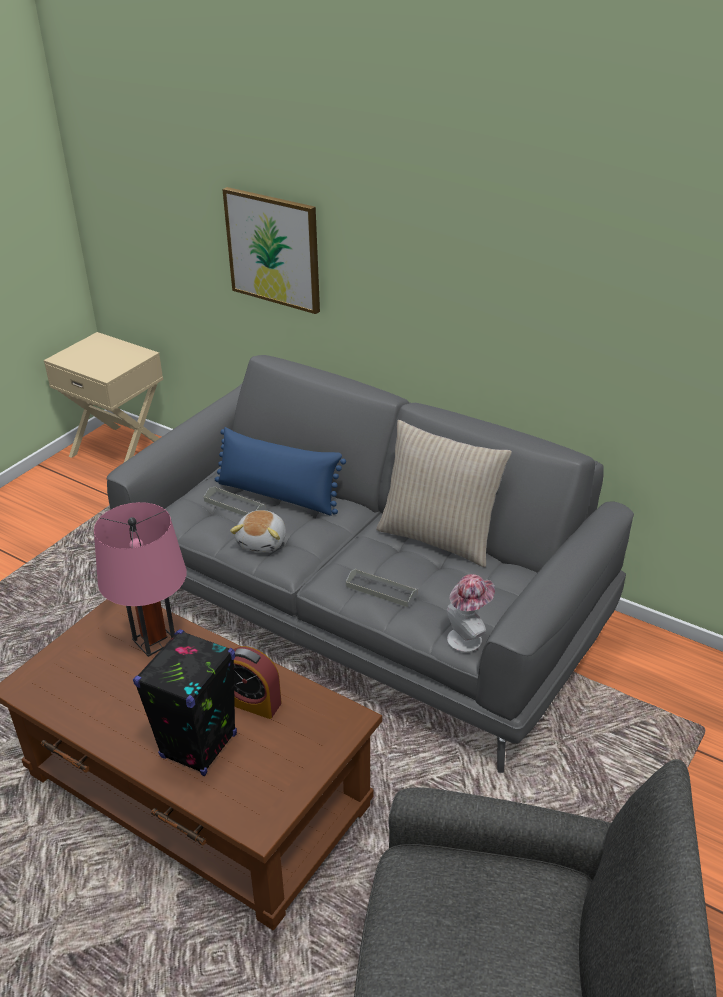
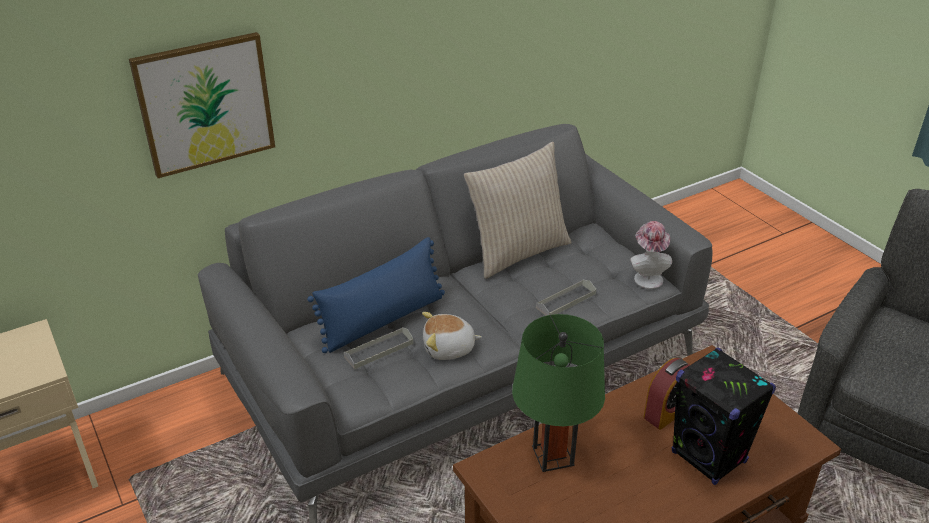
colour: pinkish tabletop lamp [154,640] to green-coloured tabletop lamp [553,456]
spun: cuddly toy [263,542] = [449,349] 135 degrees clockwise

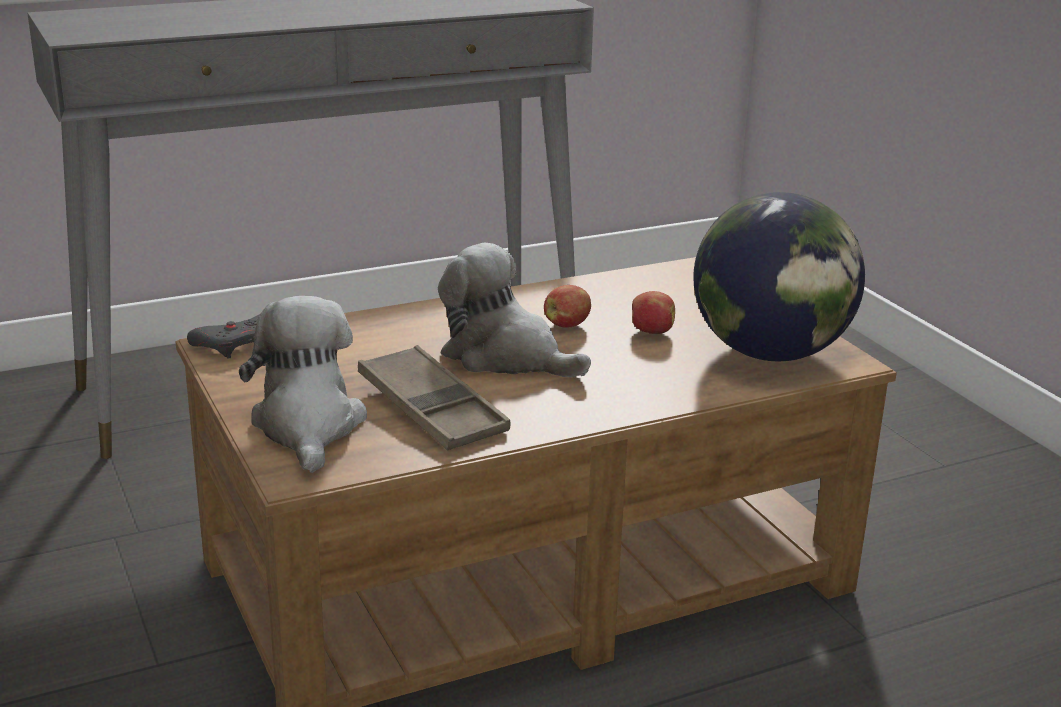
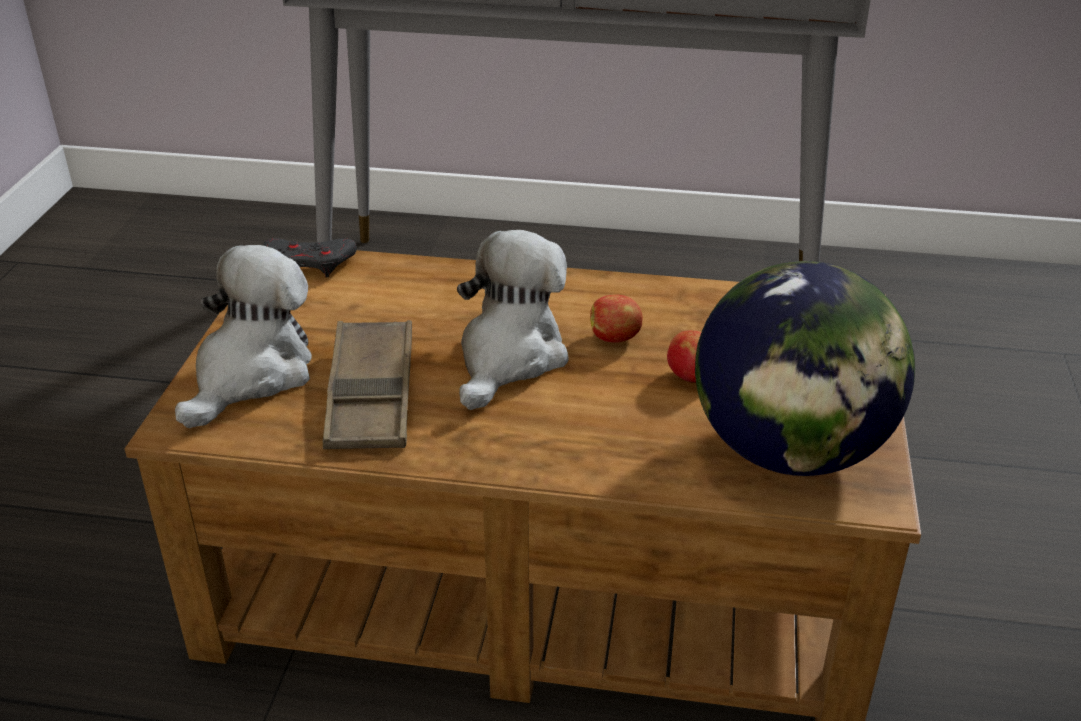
spun: cuddly toy [505,357] = [509,357] 45 degrees clockwise

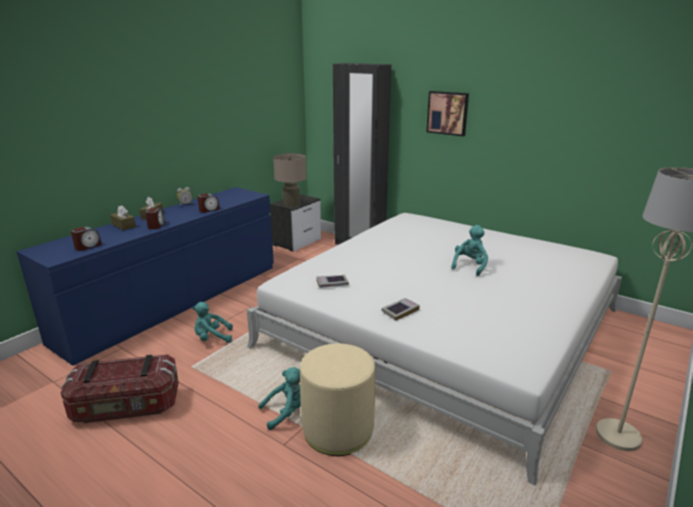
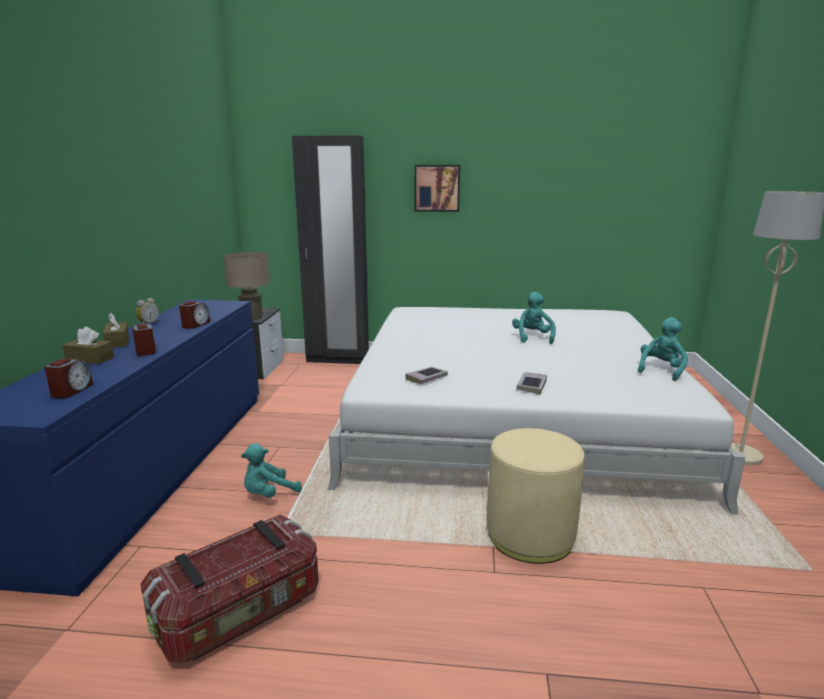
relocated: turquoise-coloured cuddly toy [286,412] to [661,370]

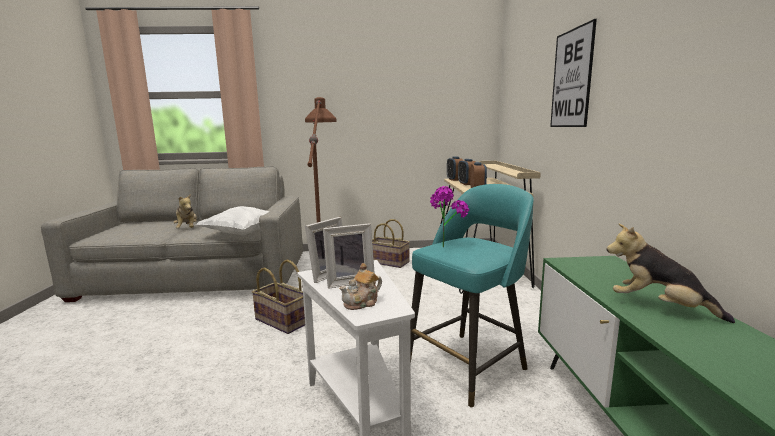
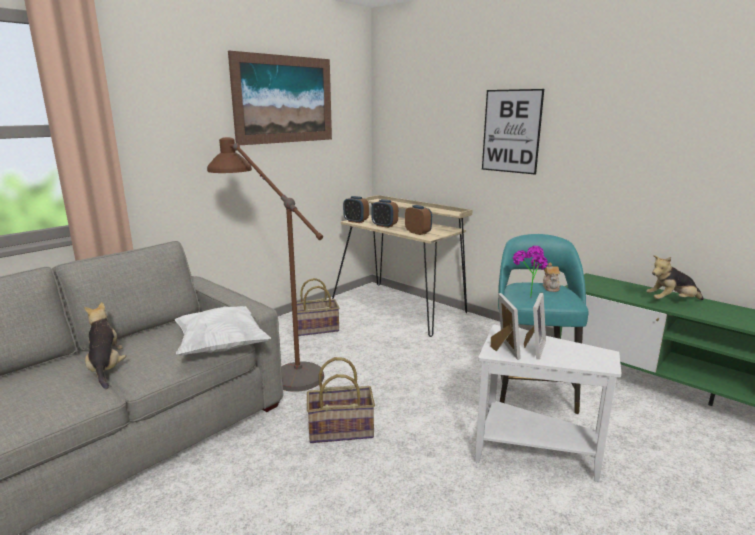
appeared: picture [284,99]
relocated: tea pot [362,303] to [551,287]
spun: cuddly toy [187,229] = [106,368] 135 degrees counterclockwise

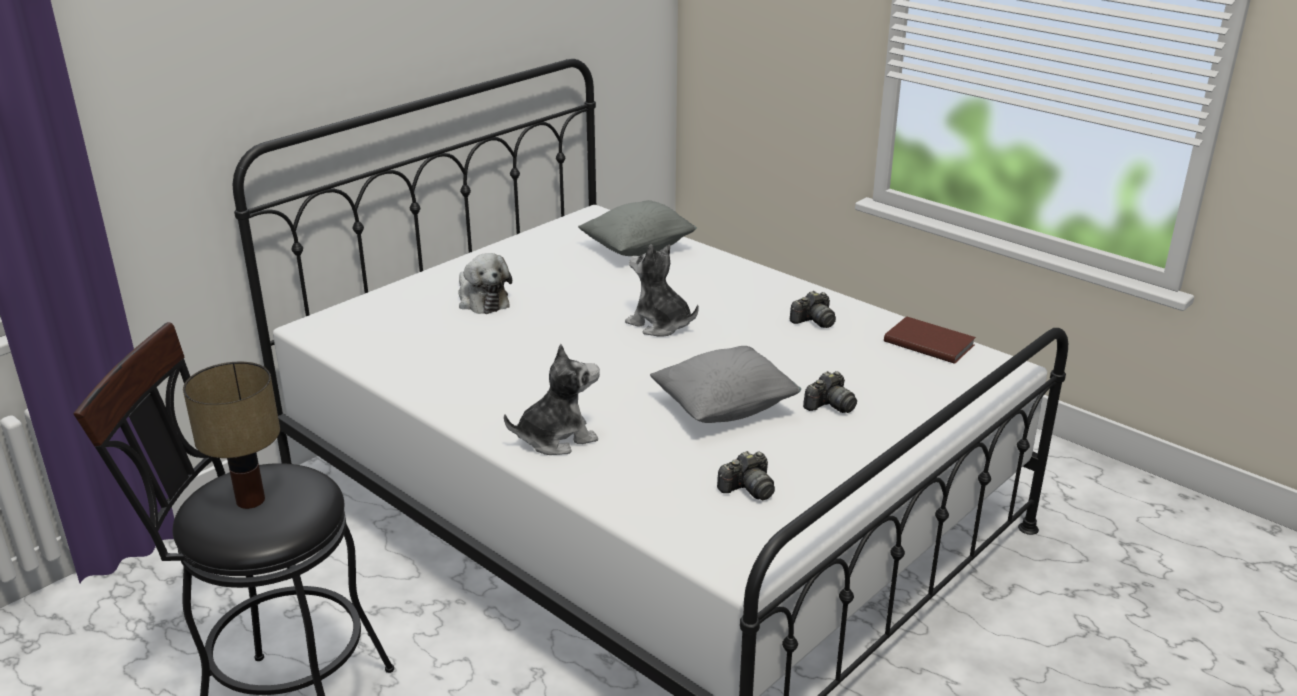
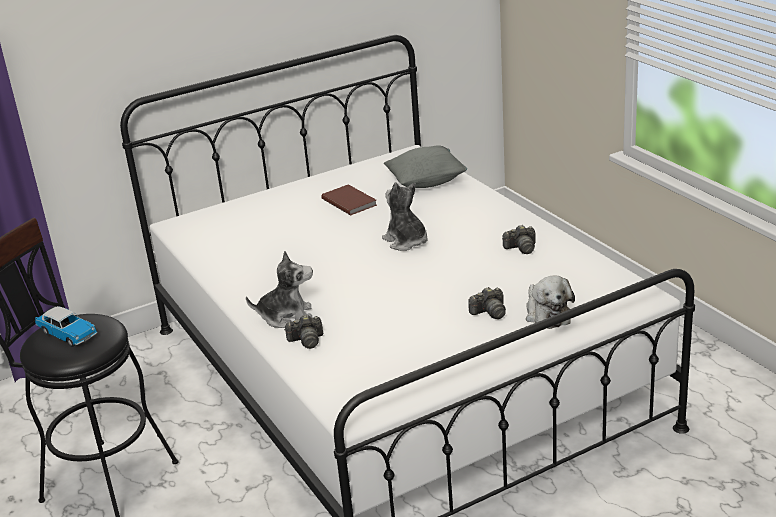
missing: greyish cushion [725,408]
relocated: cuddly toy [482,300] to [546,314]; still camera [748,489] to [306,341]; brown volume [928,342] to [350,201]
exchanged: tabletop lamp [250,499] to toy car [68,334]

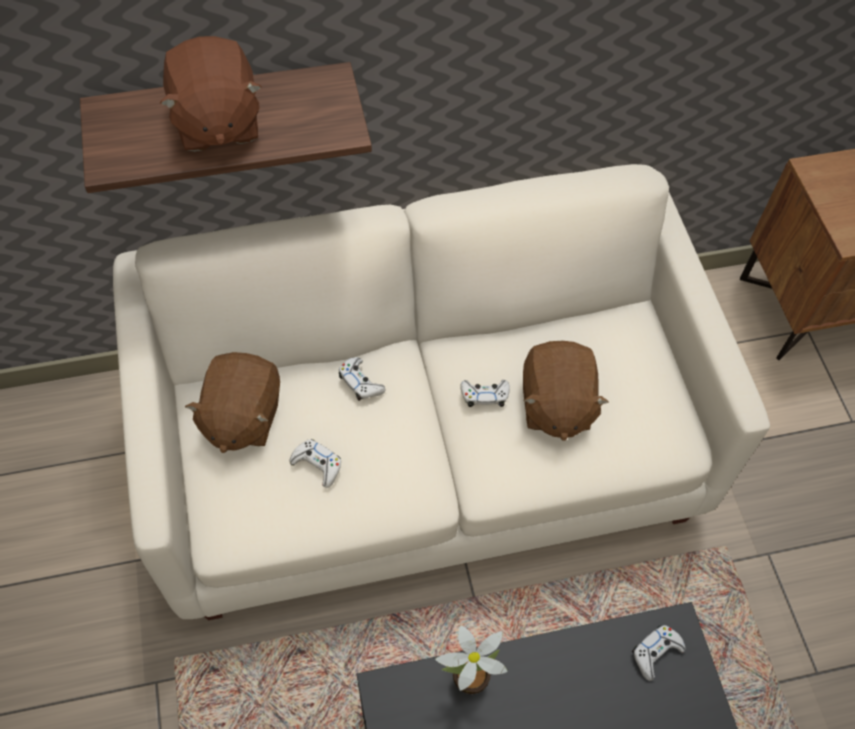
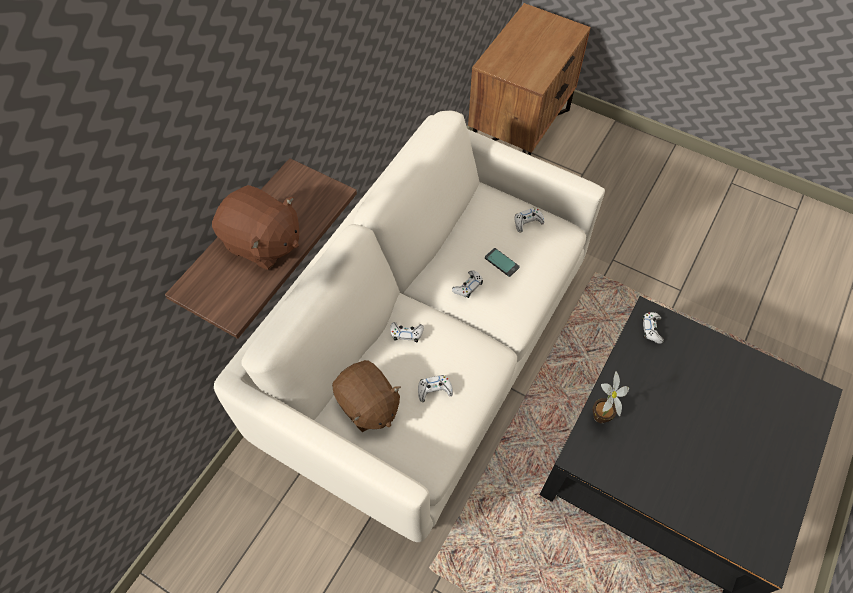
appeared: white joypad [527,222]
exchanged: brown cuddly toy [555,405] to phone [502,262]

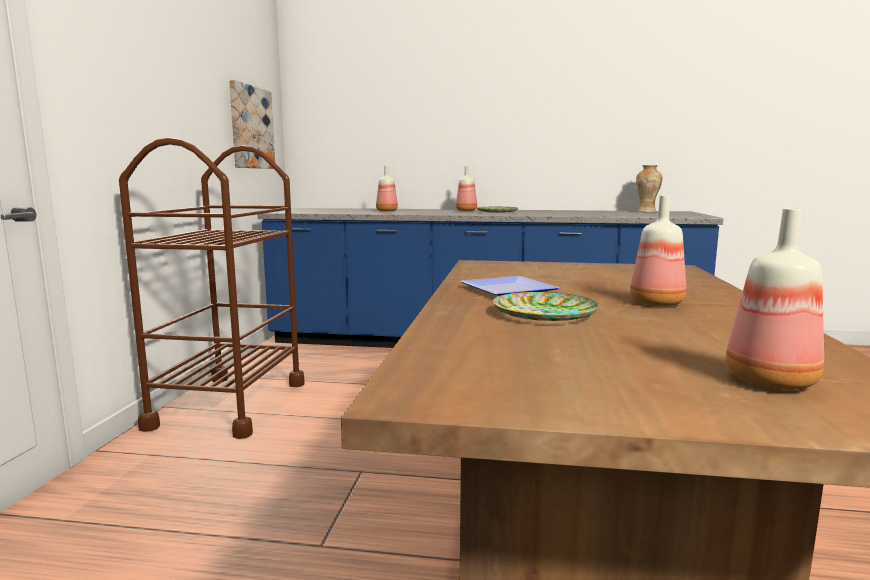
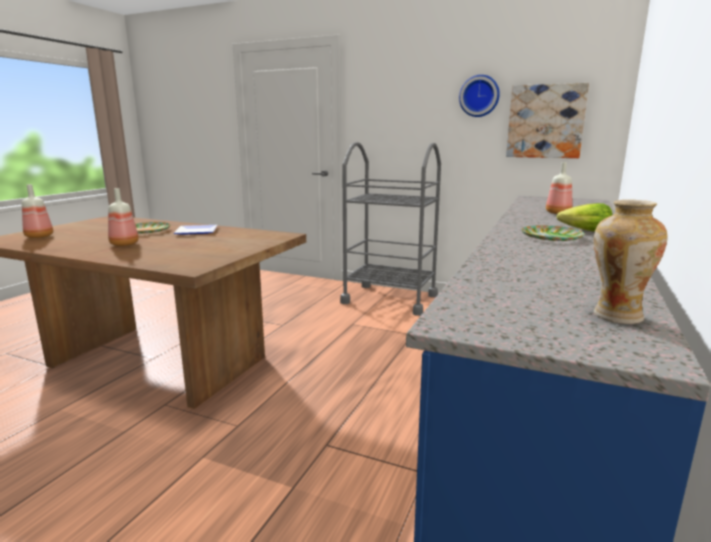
appeared: hanging clock [479,96]
exchanged: bottle [467,210] to head of lettuce [585,231]
colour: brown wheeled cart [229,404] to greyish wheeled cart [390,299]

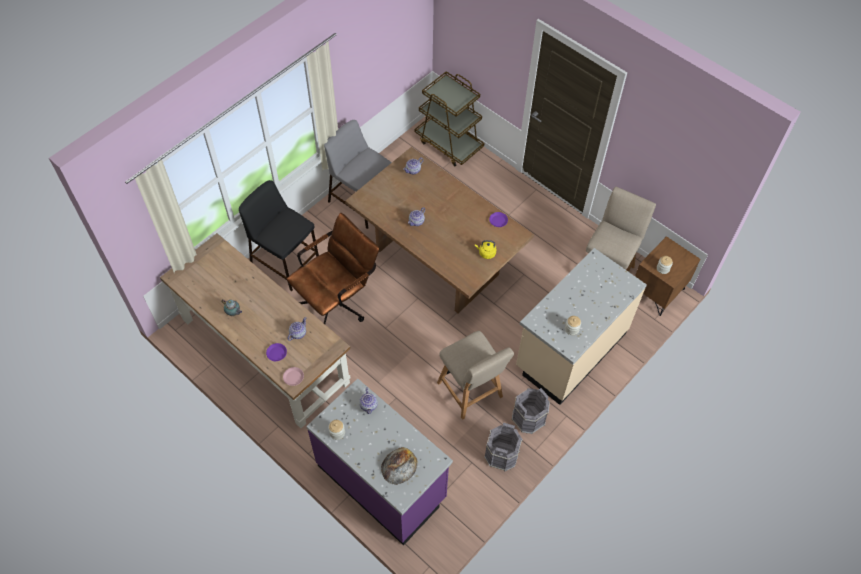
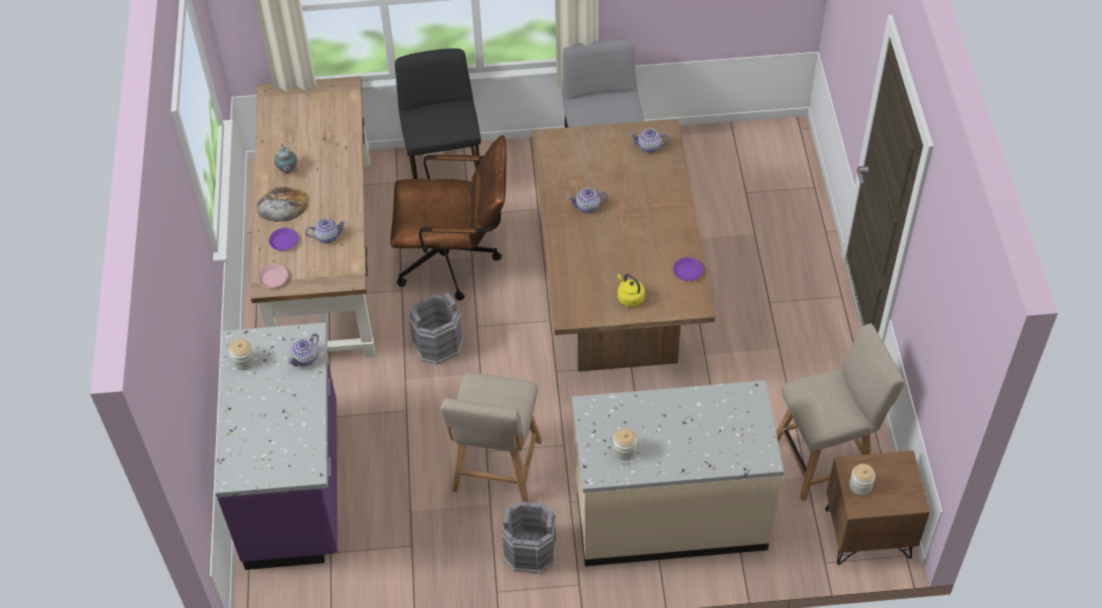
missing: brown wheeled cart [449,144]
relocated: baked bread [399,465] to [282,205]; greyish pail [501,454] to [437,344]

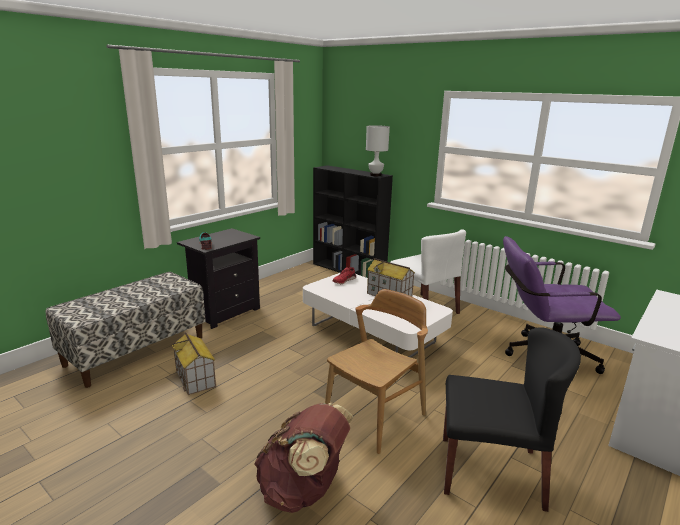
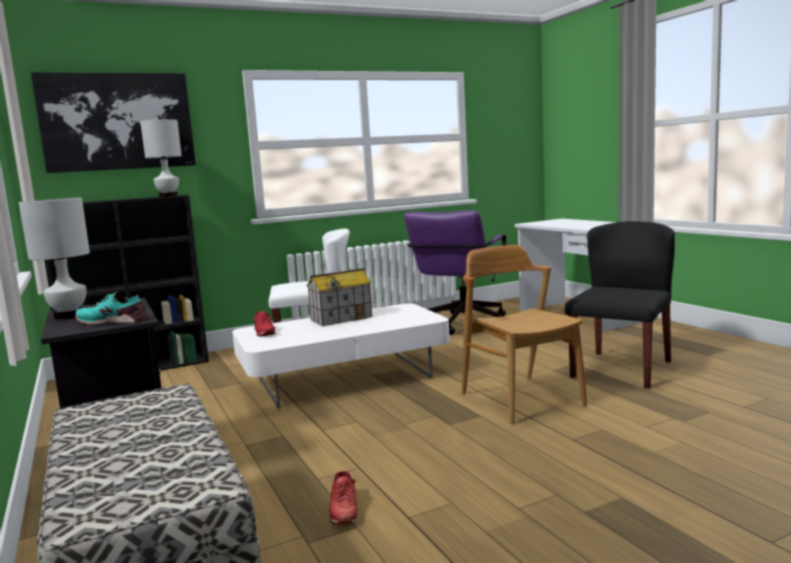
missing: brown rucksack [303,490]
appeared: white tabletop lamp [69,315]; picture [117,121]
exchanged: miniature house [196,379] to reddish item of footwear [343,509]

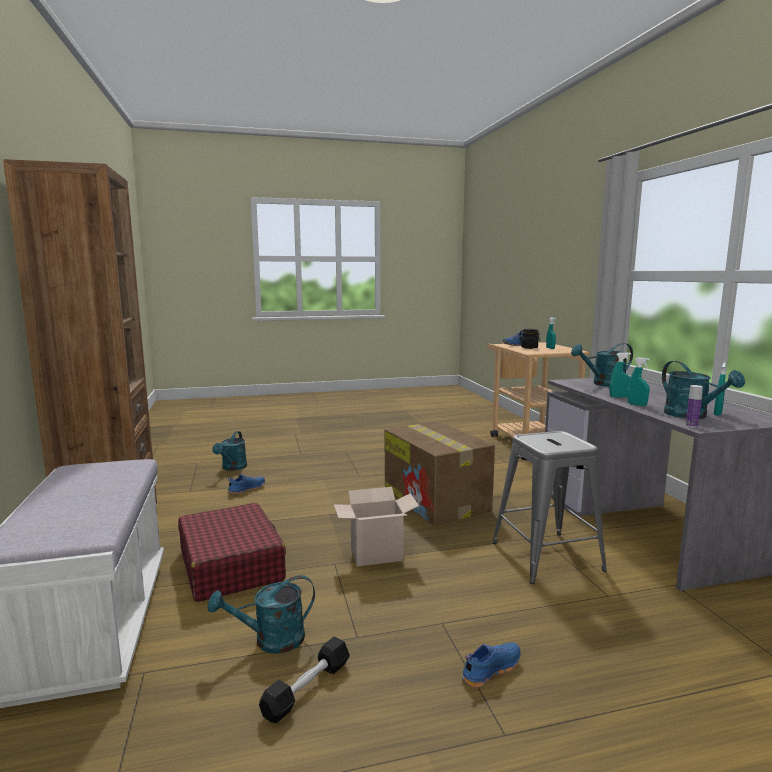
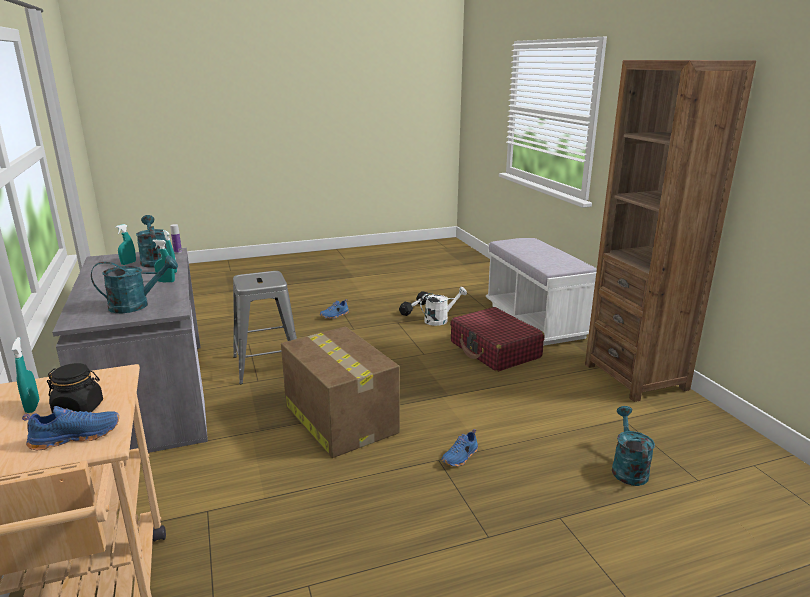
missing: packing box [375,556]
relocated: bluish item of footwear [246,489] to [460,457]
colour: turquoise-coloured watering pot [270,640] to white watering pot [440,320]

